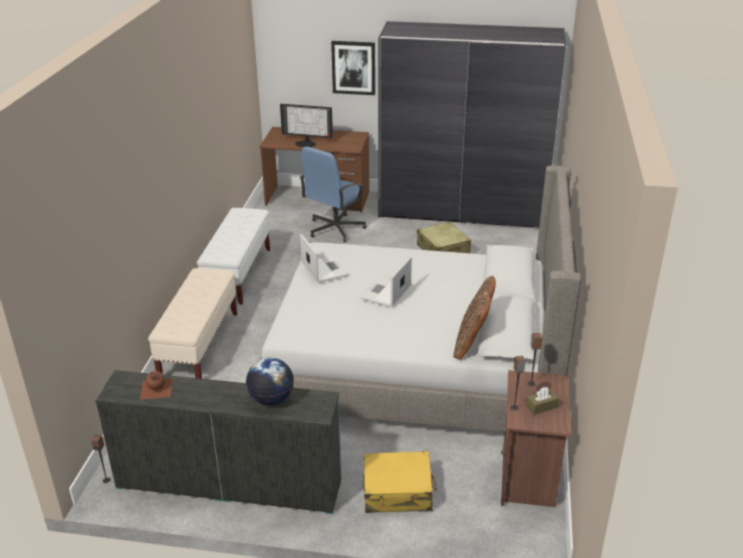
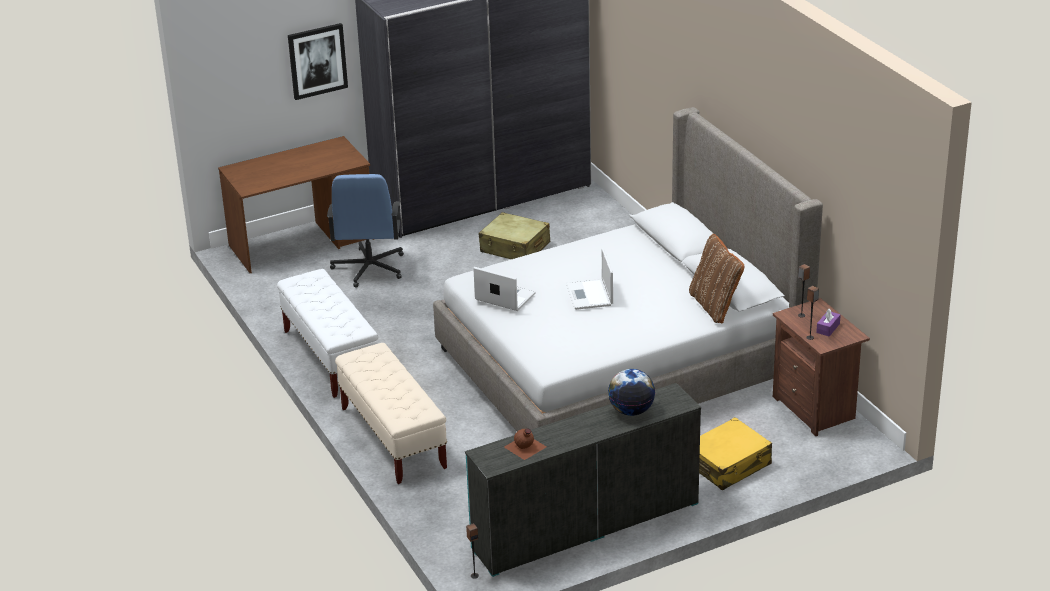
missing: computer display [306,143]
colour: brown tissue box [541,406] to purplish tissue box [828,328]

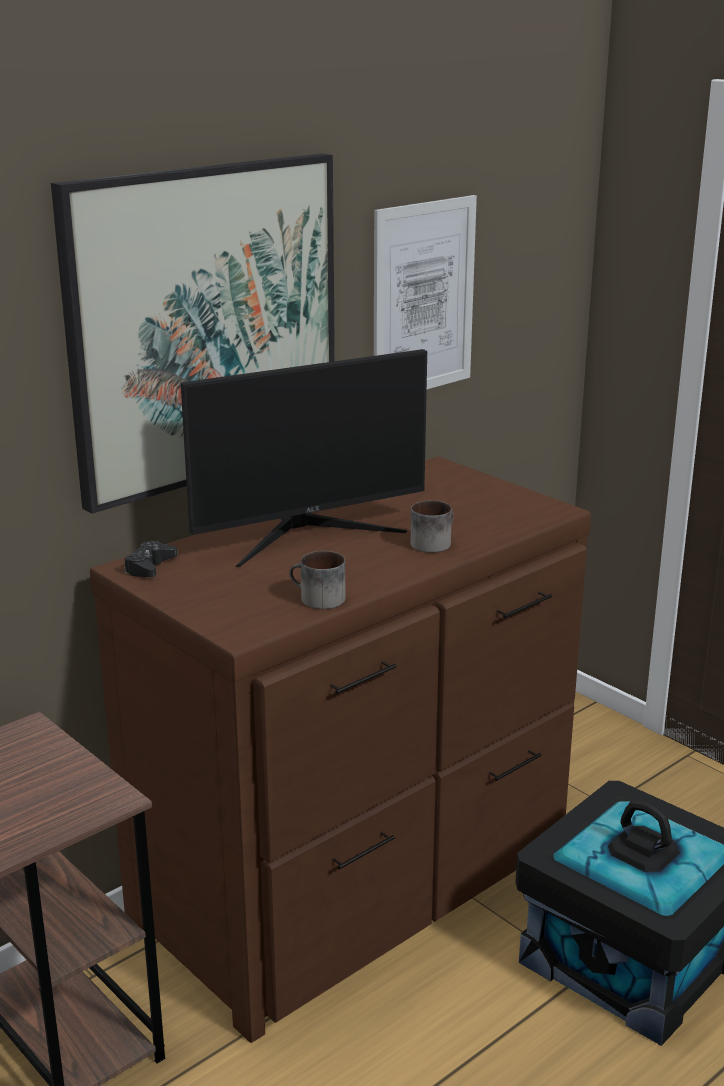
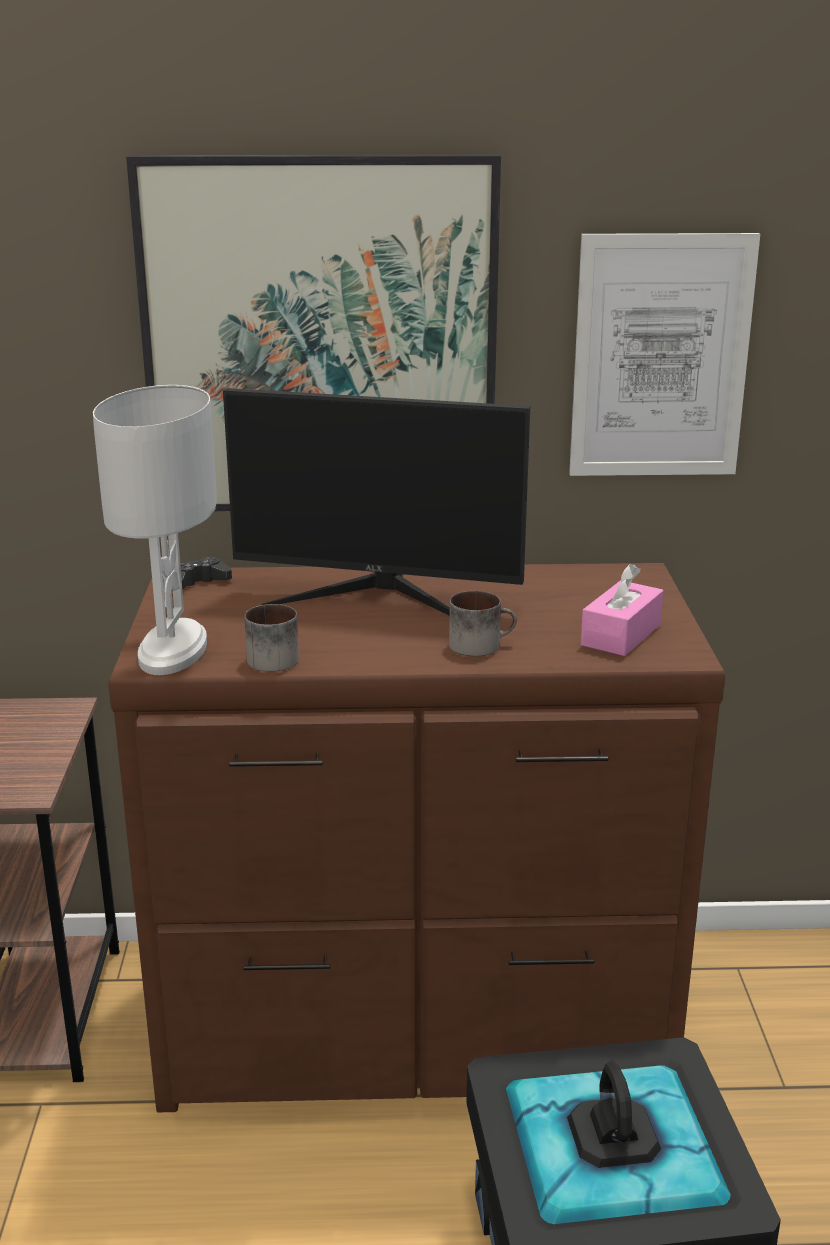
appeared: white tabletop lamp [174,651]; pinkish tissue box [621,635]

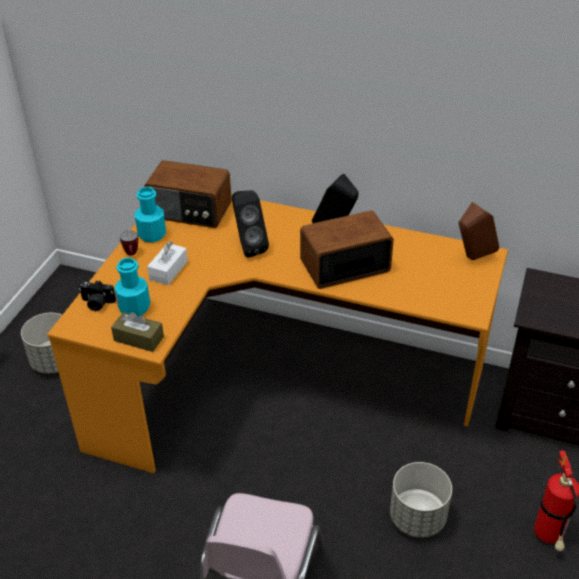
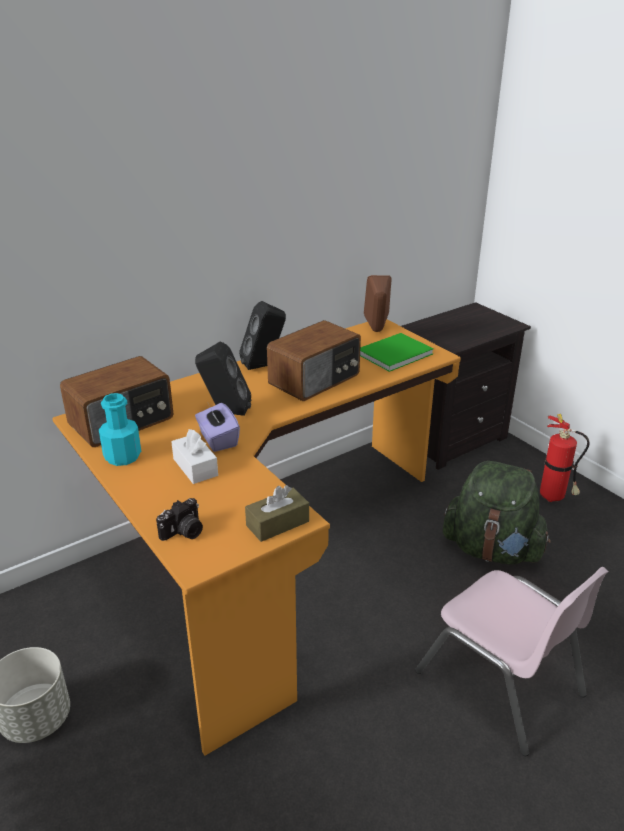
missing: turquoise-coloured bottle [134,308]; mug [132,254]
appeared: purplish tissue box [218,440]; green-coloured volume [392,354]
exchanged: greyish plant pot [418,518] to green-coloured rucksack [492,550]
spun: radio receiver [344,265] = [315,380] 150 degrees counterclockwise

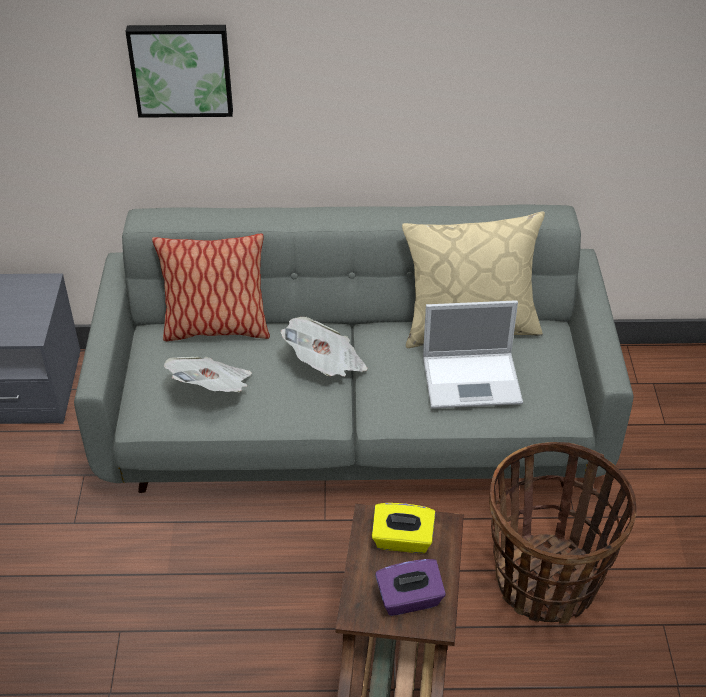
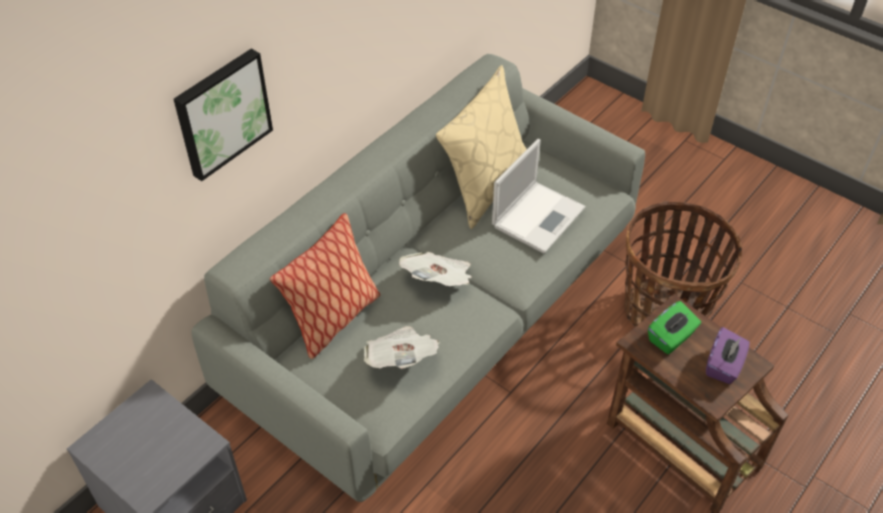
colour: yellowish tissue box [402,540] to green-coloured tissue box [671,338]

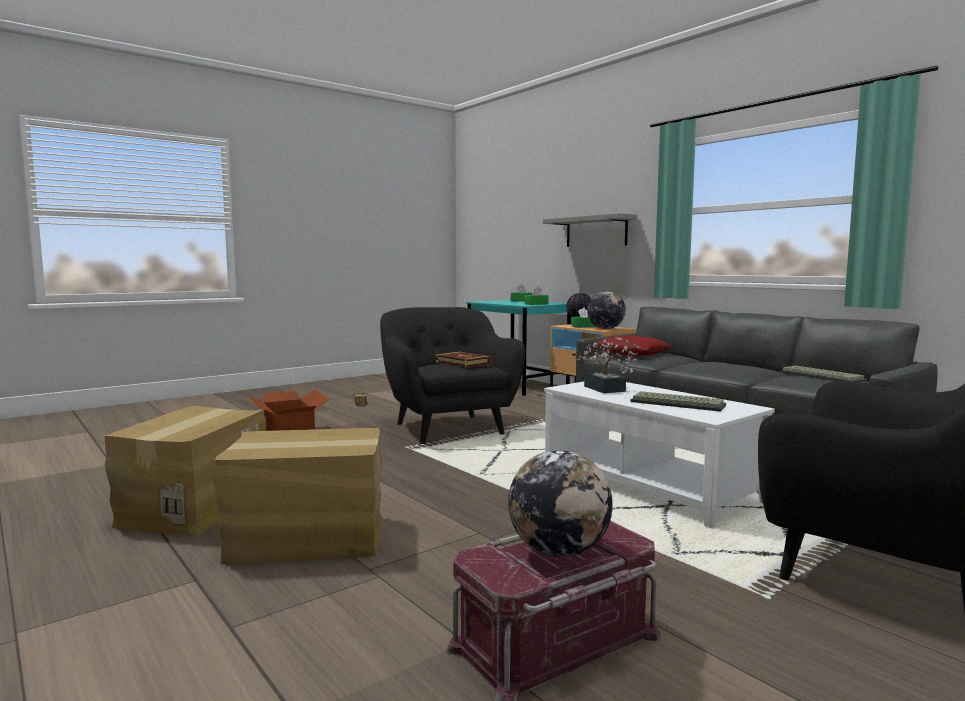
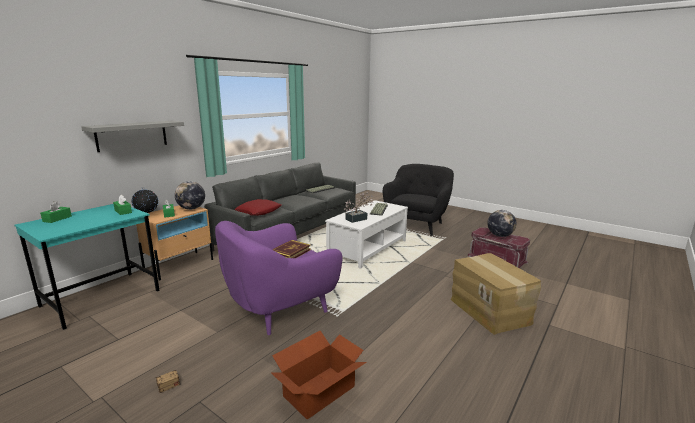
missing: packing box [194,506]
colour: blackish armchair [447,428] to purplish armchair [279,309]

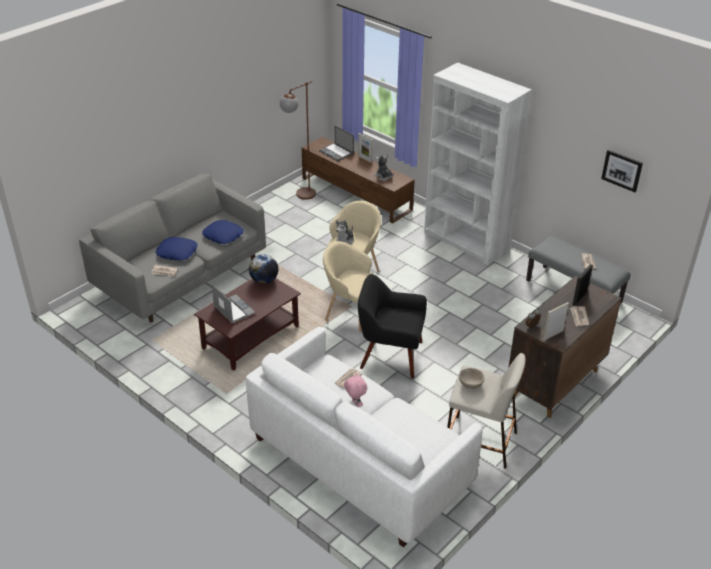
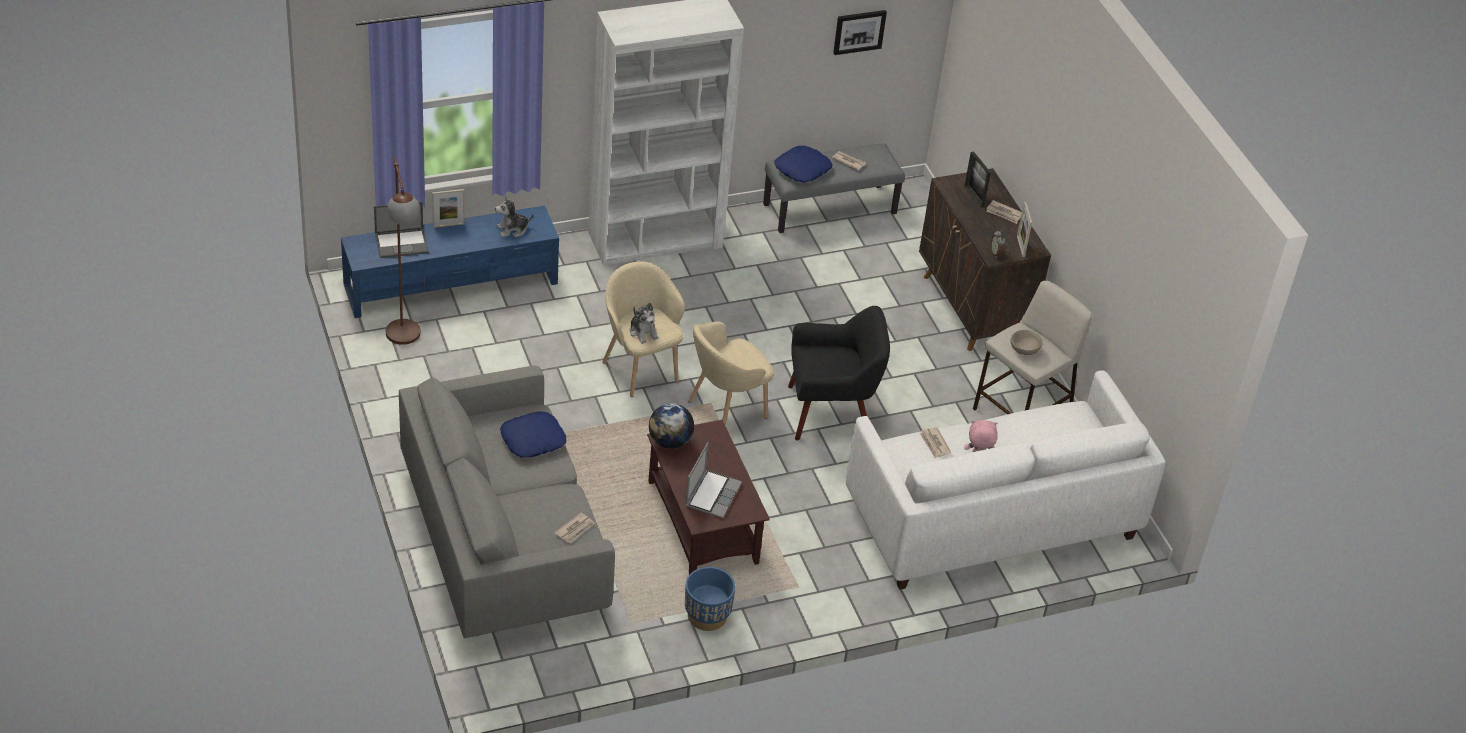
appeared: bluish plant pot [707,616]
relocated: bluish cushion [177,252] to [802,169]
colour: brown media console [356,194] to bluish media console [452,284]
spun: notebook computer [233,310] = [712,494] 120 degrees clockwise; blackish armchair [390,355] = [831,412] 135 degrees counterclockwise

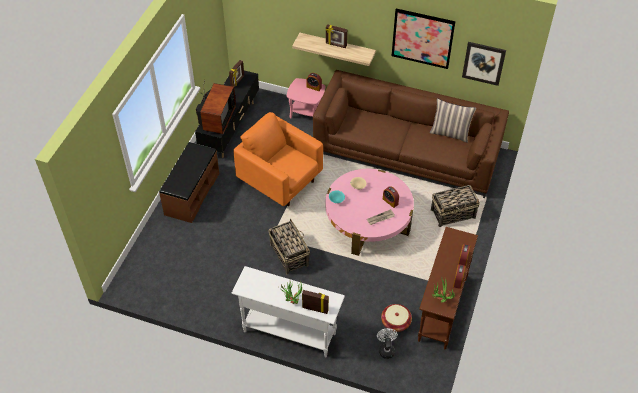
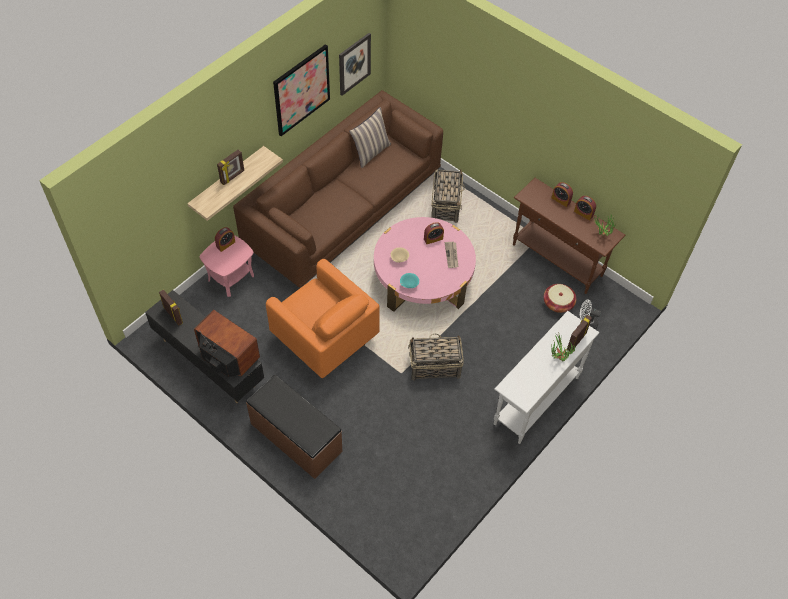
spun: orangey armchair [280,181] = [324,339] 105 degrees counterclockwise

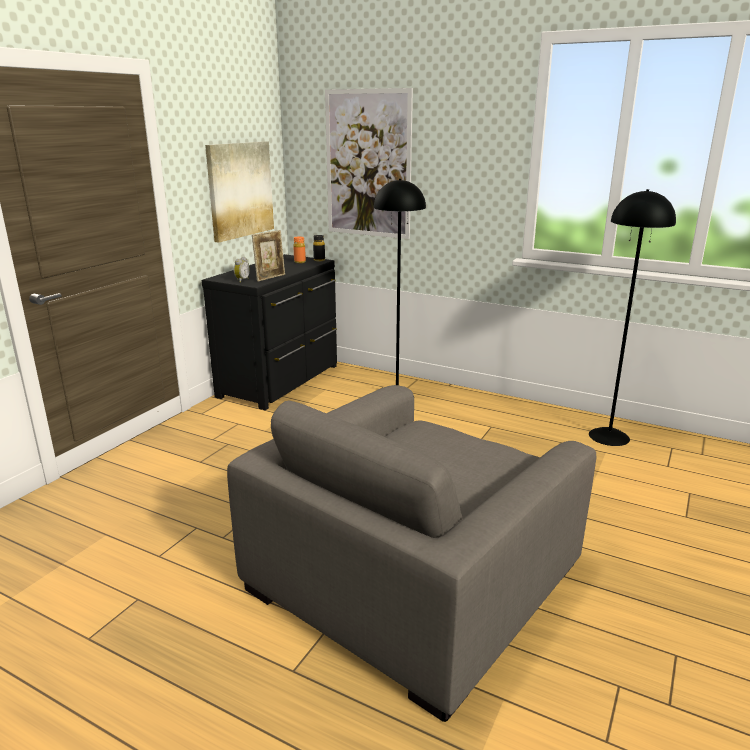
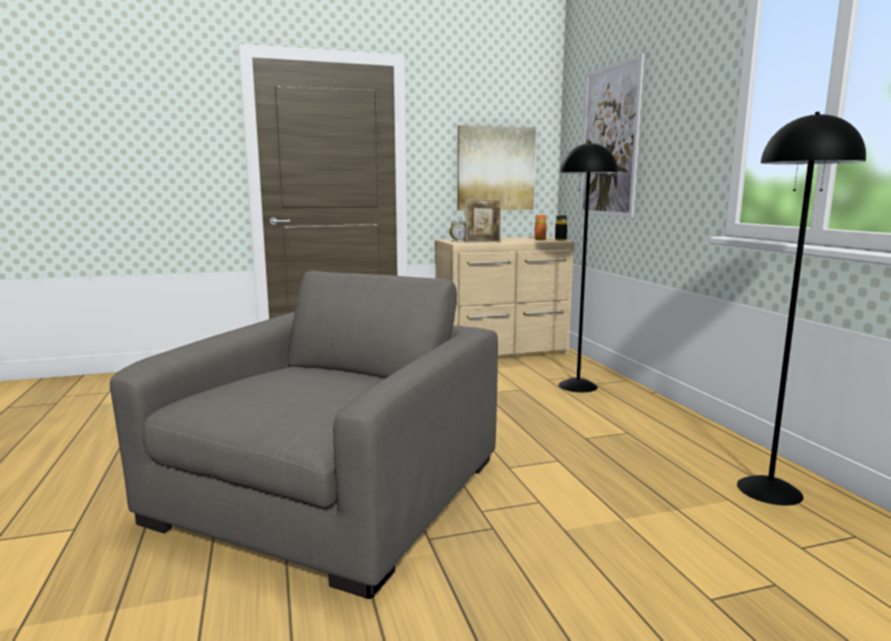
colour: blackish chest of drawers [282,381] to beige chest of drawers [503,352]
spun: greyish armchair [414,574] = [331,490] 120 degrees clockwise

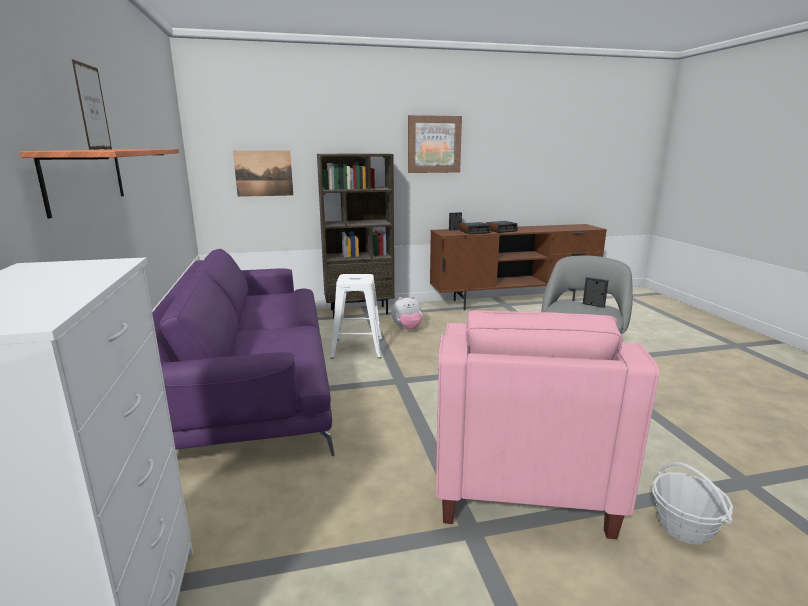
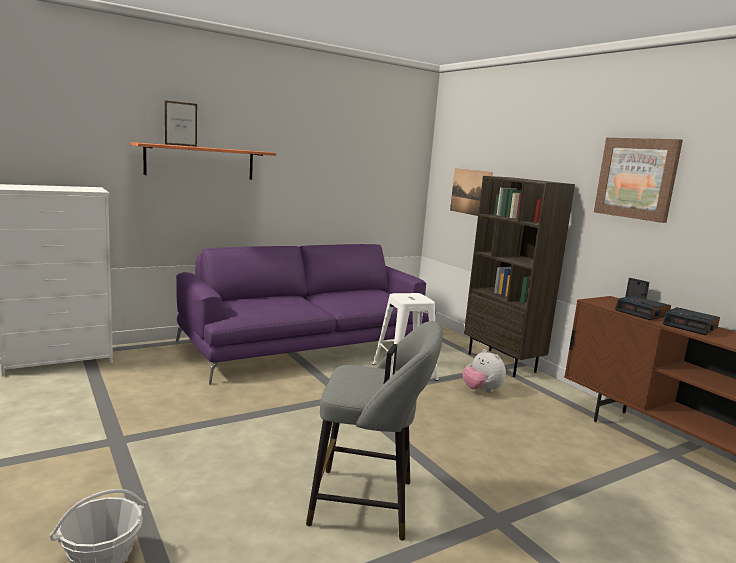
missing: pinkish armchair [518,471]

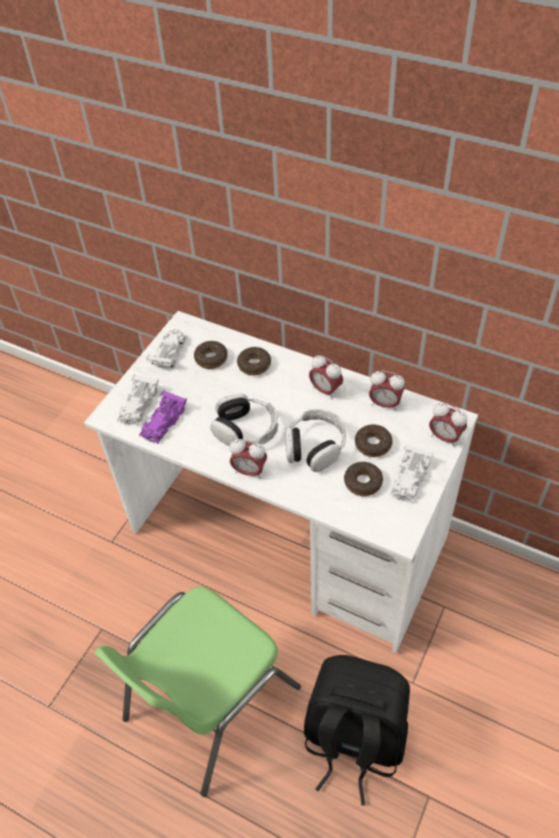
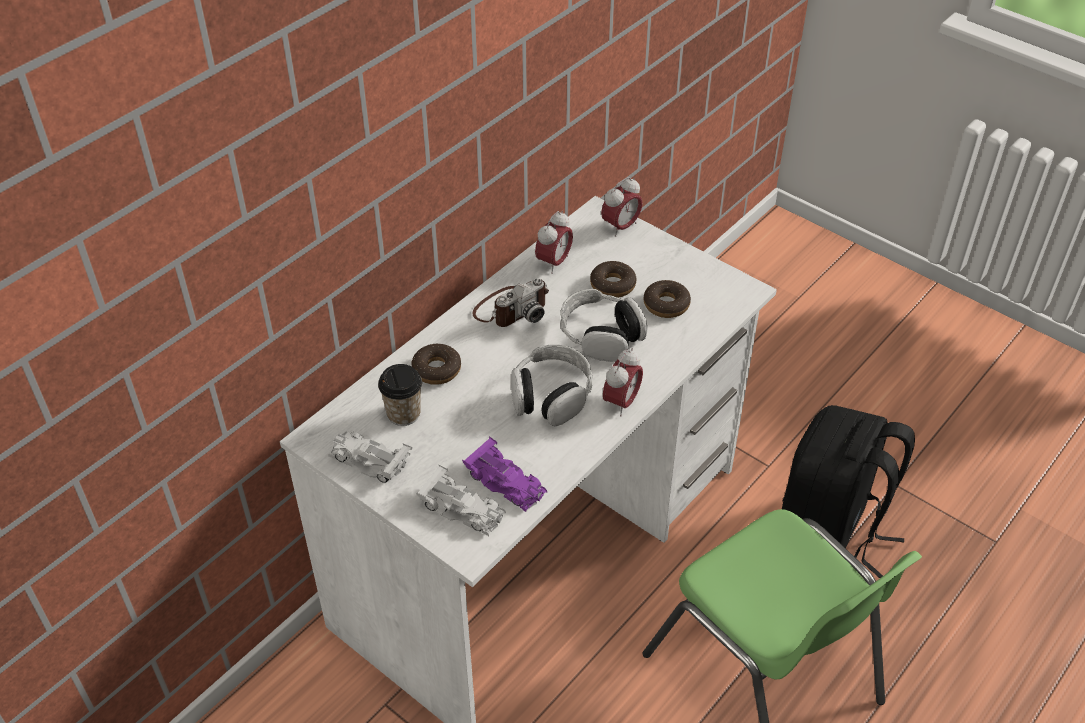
missing: white toy car [409,478]
exchanged: donut [211,358] to drinking cup [403,414]; table clock [325,390] to still camera [511,309]

